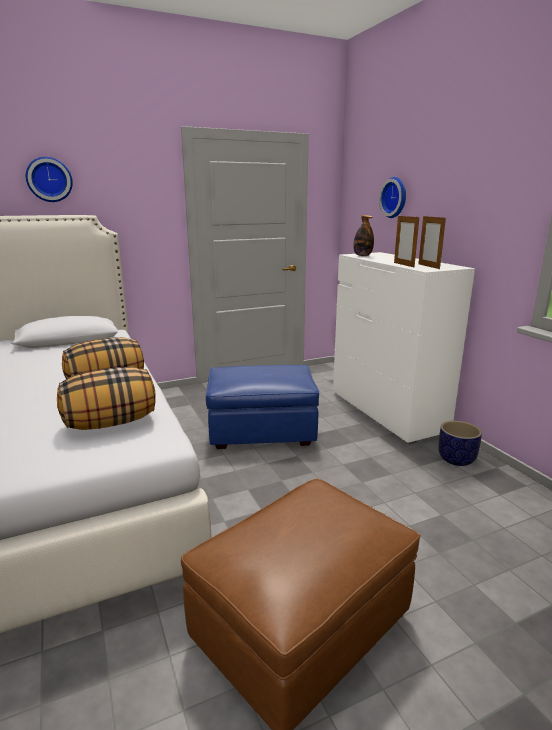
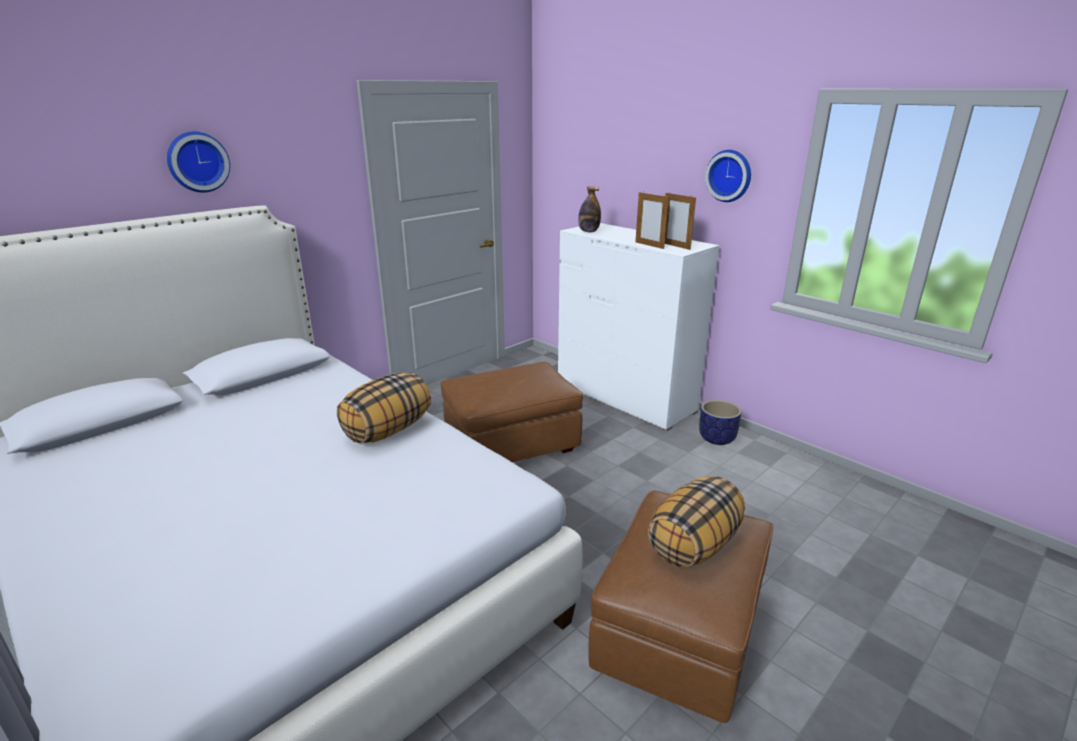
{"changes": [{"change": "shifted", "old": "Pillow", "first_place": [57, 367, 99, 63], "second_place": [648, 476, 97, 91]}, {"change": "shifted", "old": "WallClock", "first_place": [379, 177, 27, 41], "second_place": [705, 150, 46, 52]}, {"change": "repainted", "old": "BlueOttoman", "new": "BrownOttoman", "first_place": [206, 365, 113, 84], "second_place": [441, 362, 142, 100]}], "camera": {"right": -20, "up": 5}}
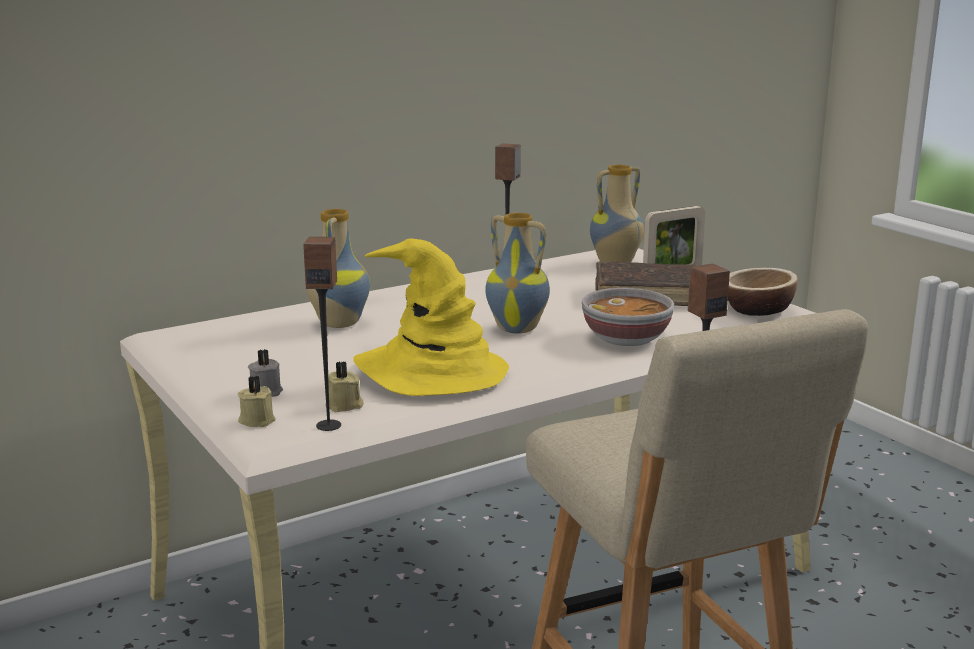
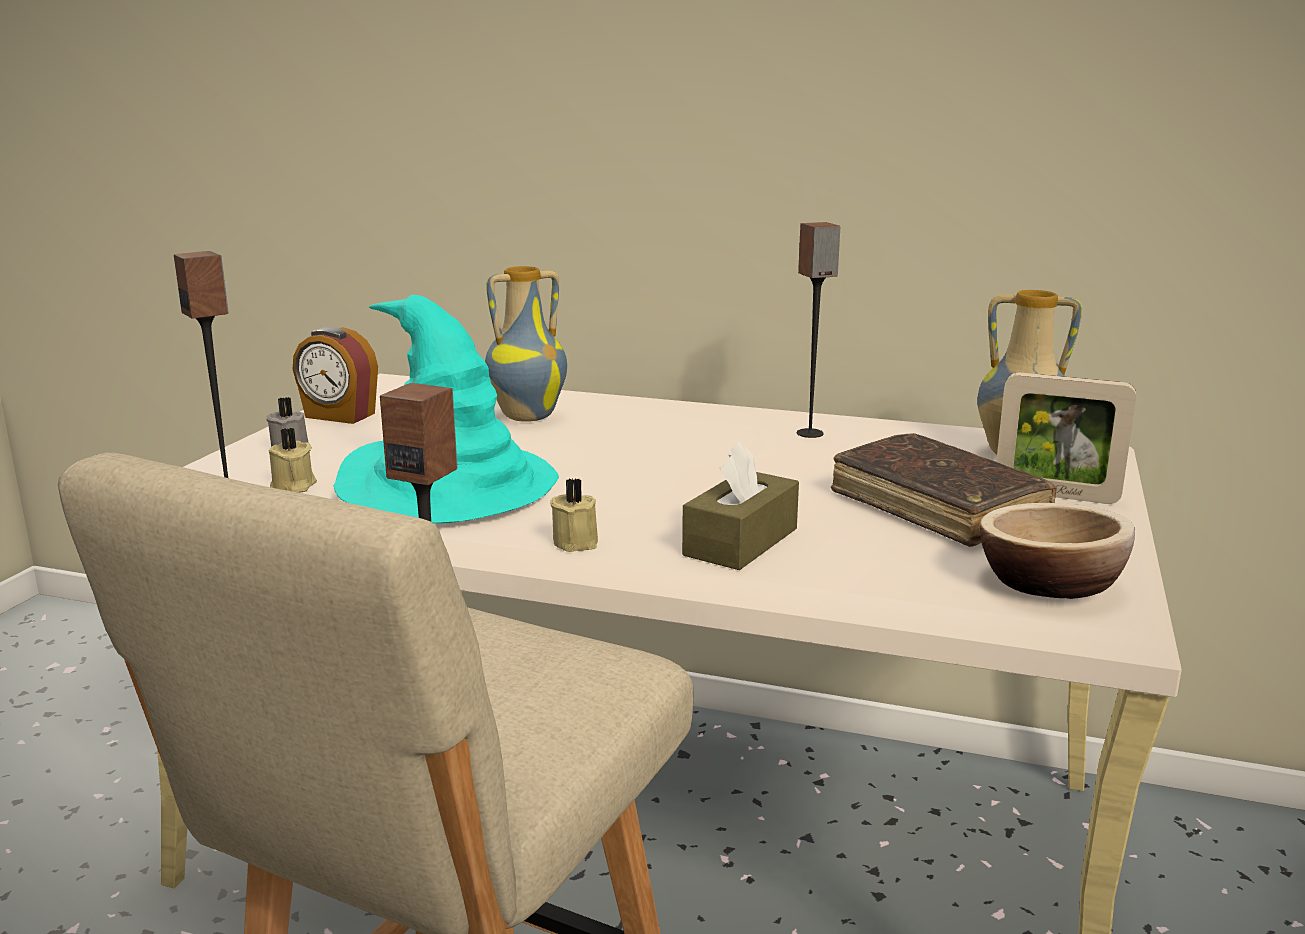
{"changes": [{"change": "gone", "old": "Vase", "first_place": [486, 213, 64, 120]}, {"change": "new", "new": "AlarmClock", "second_place": [293, 327, 85, 97]}, {"change": "shifted", "old": "BeigeCandle", "first_place": [238, 375, 38, 52], "second_place": [550, 478, 48, 74]}, {"change": "swapped", "old": "Bowl", "new": "BrownTissueBox", "first_place": [582, 288, 92, 58], "second_place": [682, 441, 117, 129]}, {"change": "repainted", "old": "YellowHat", "new": "TurquoiseHat", "first_place": [353, 238, 156, 158], "second_place": [334, 295, 225, 228]}], "camera": {"right": 50, "up": 0}}
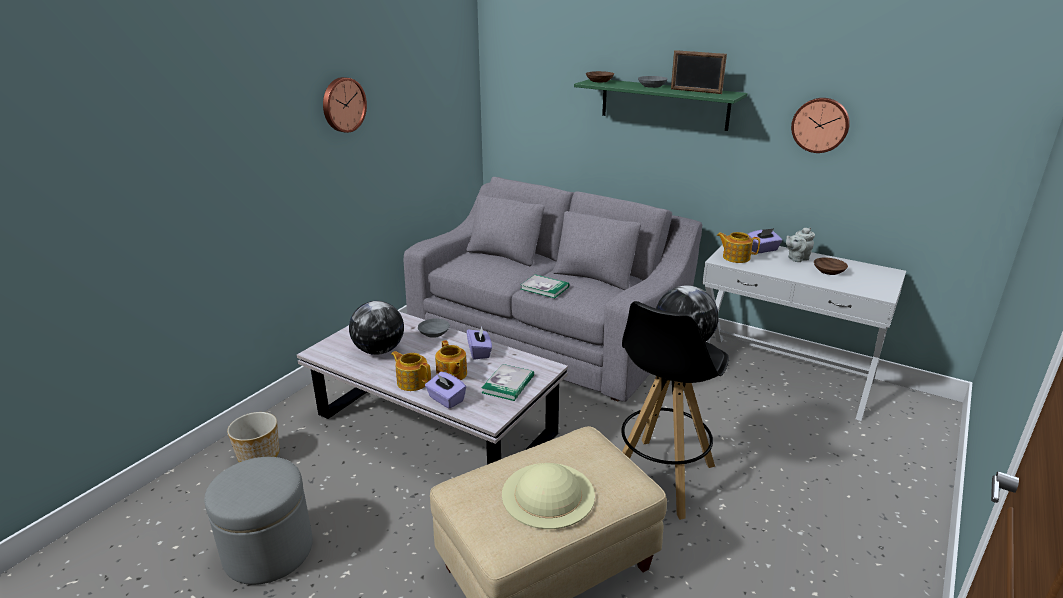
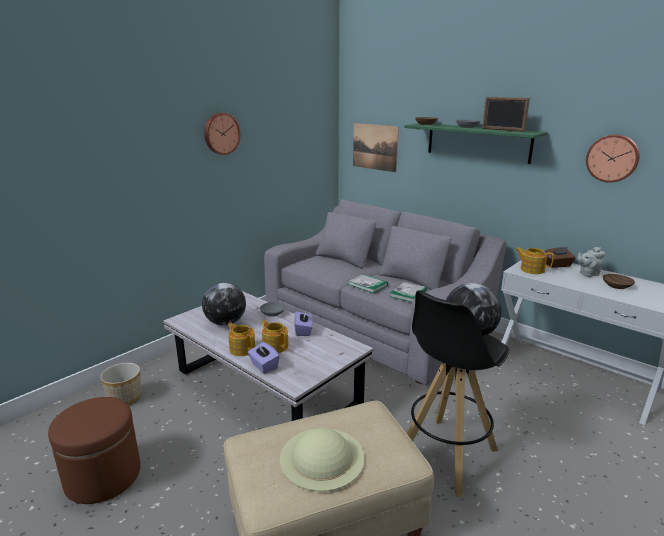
{"changes": [{"change": "new", "new": "Picture", "second_place": [353, 123, 46, 50]}, {"change": "shifted", "old": "Book", "first_place": [482, 364, 52, 37], "second_place": [390, 282, 37, 20]}, {"change": "repainted", "old": "GreyOttoman", "new": "BrownOttoman", "first_place": [204, 457, 109, 128], "second_place": [48, 397, 93, 107]}, {"change": "repainted", "old": "PurpleTissueBox", "new": "BrownTissueBox", "first_place": [748, 228, 34, 25], "second_place": [544, 247, 32, 21]}, {"change": "rotated", "old": "Teapot", "first_place": [435, 340, 32, 40], "second_place": [261, 320, 27, 33], "degrees": 150}], "camera": {"right": 10, "up": -5}}
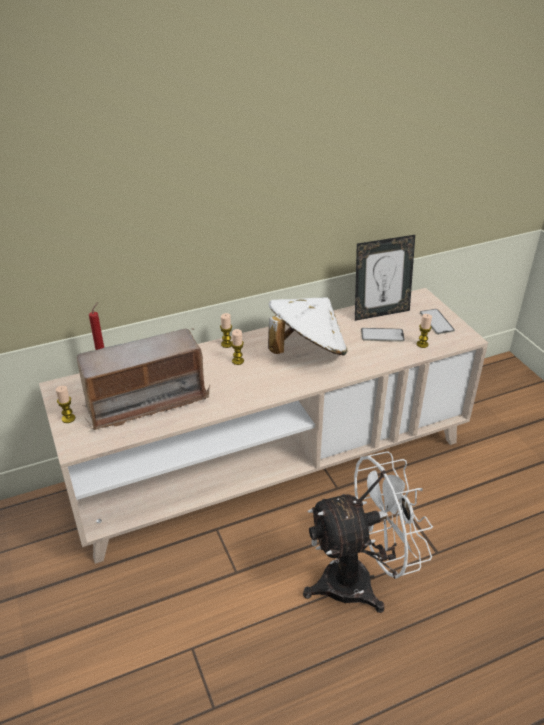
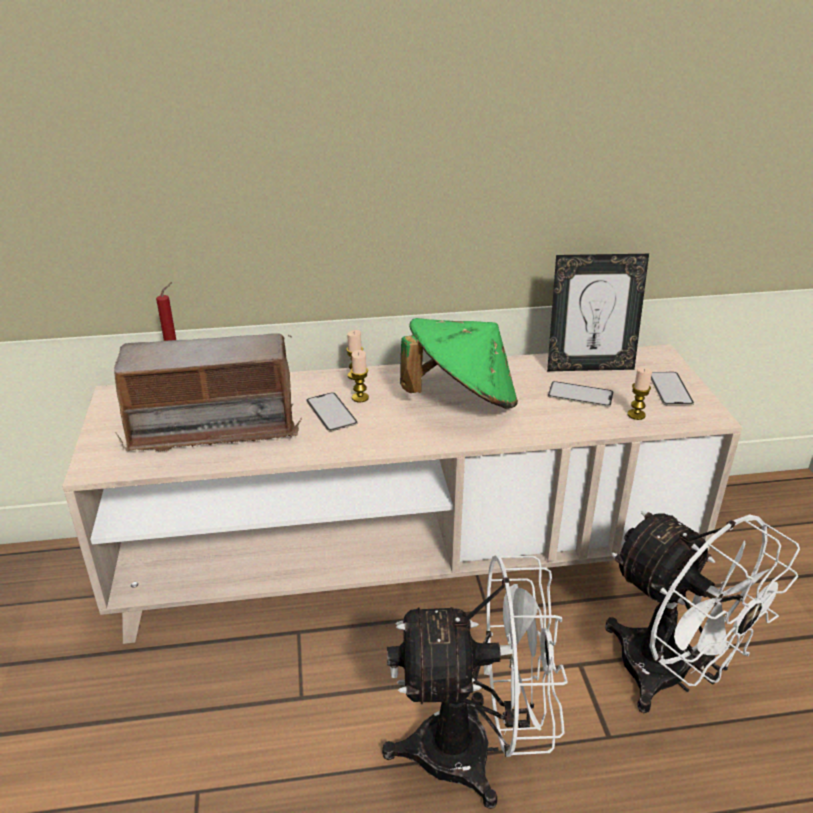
{"changes": [{"change": "gone", "old": "Candle", "first_place": [56, 386, 19, 37]}, {"change": "new", "new": "Phone", "second_place": [306, 392, 52, 40]}, {"change": "new", "new": "WhiteFan", "second_place": [605, 511, 195, 202]}, {"change": "repainted", "old": "WhiteHat", "new": "GreenHat", "first_place": [268, 297, 80, 58], "second_place": [400, 318, 118, 91]}], "camera": {"right": 15, "up": -5}}
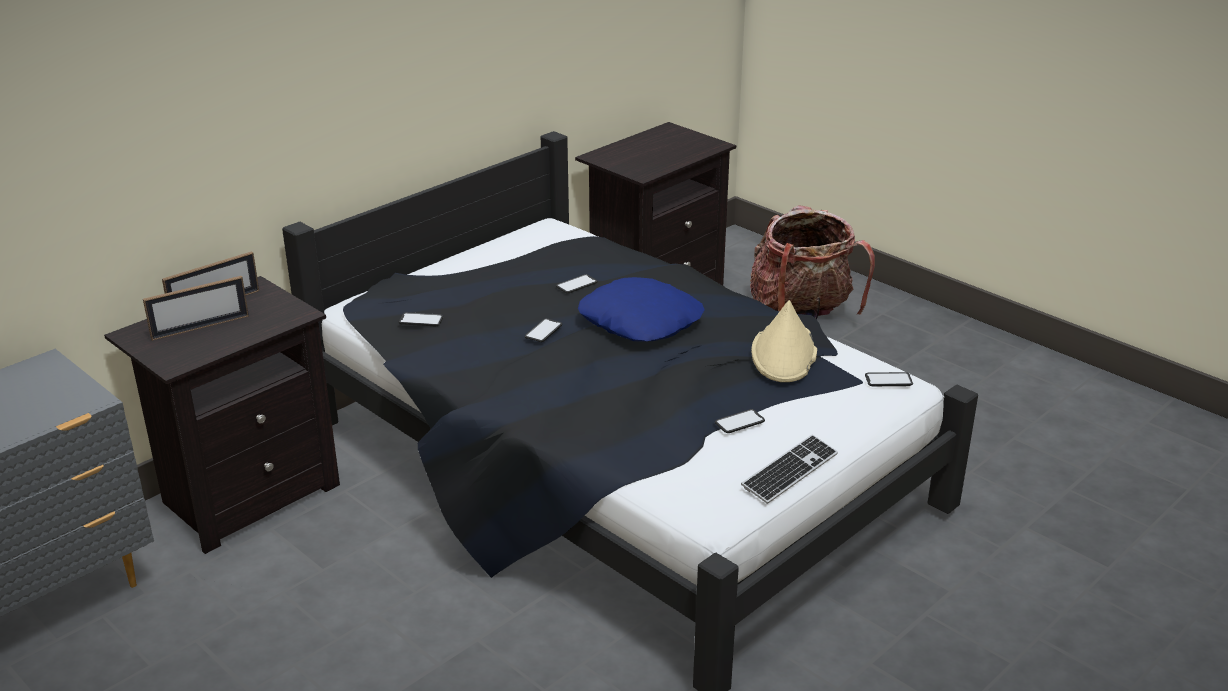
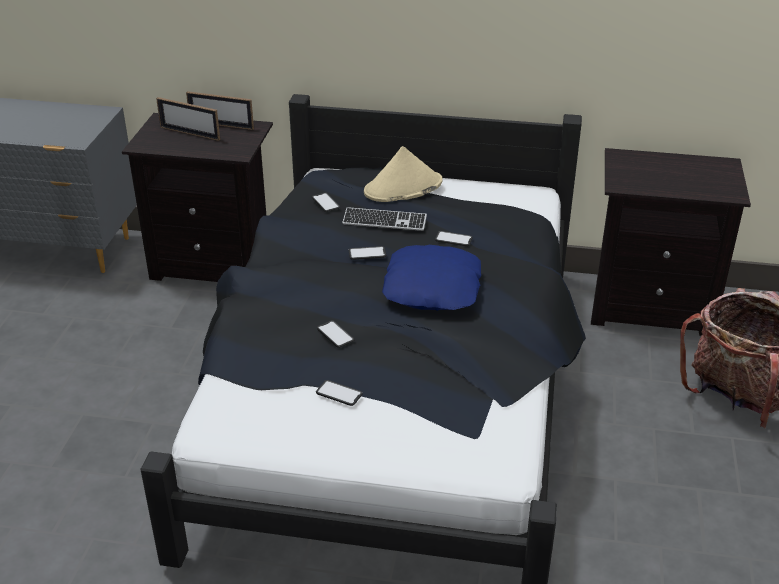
{"changes": [{"change": "shifted", "old": "Keyboard", "first_place": [741, 434, 97, 70], "second_place": [342, 207, 85, 24]}, {"change": "shifted", "old": "BeigeHat", "first_place": [751, 300, 66, 82], "second_place": [364, 146, 79, 56]}, {"change": "shifted", "old": "Phone", "first_place": [865, 372, 48, 14], "second_place": [317, 320, 37, 28]}], "camera": {"right": 55, "up": 5}}
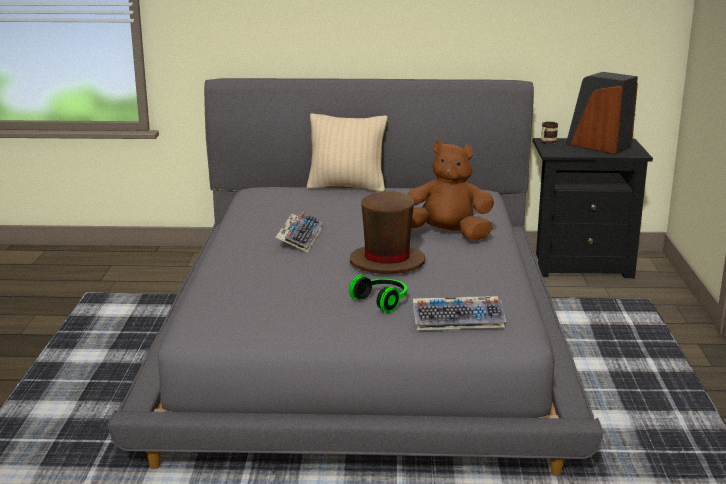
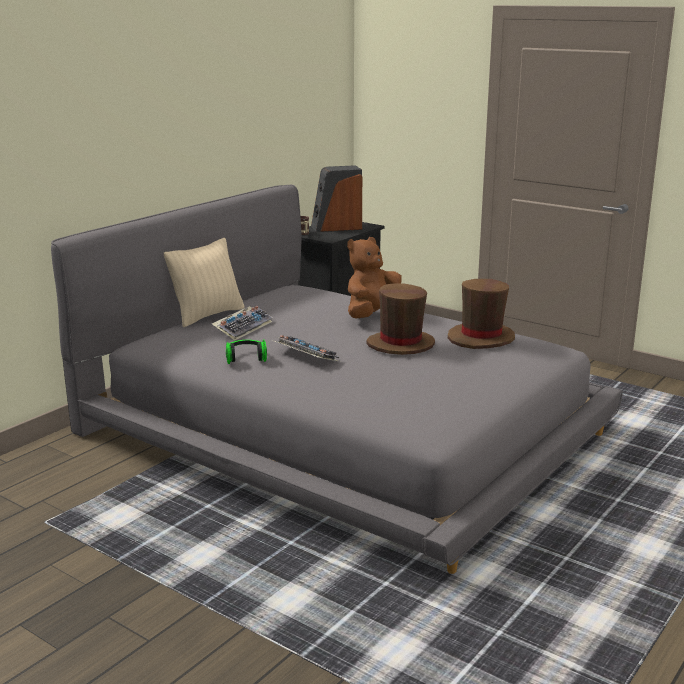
{"changes": [{"change": "new", "new": "BrownHat", "second_place": [448, 279, 67, 70]}, {"change": "shifted", "old": "Headphones", "first_place": [349, 275, 58, 38], "second_place": [226, 340, 41, 24]}, {"change": "shifted", "old": "Keyboard", "first_place": [413, 296, 93, 34], "second_place": [212, 306, 61, 35]}], "camera": {"right": -55, "up": 0}}
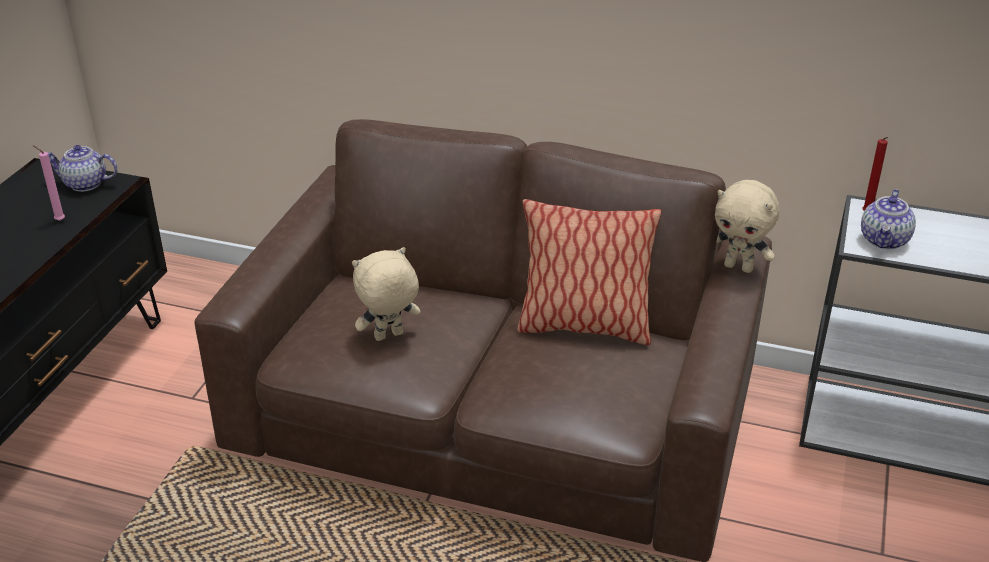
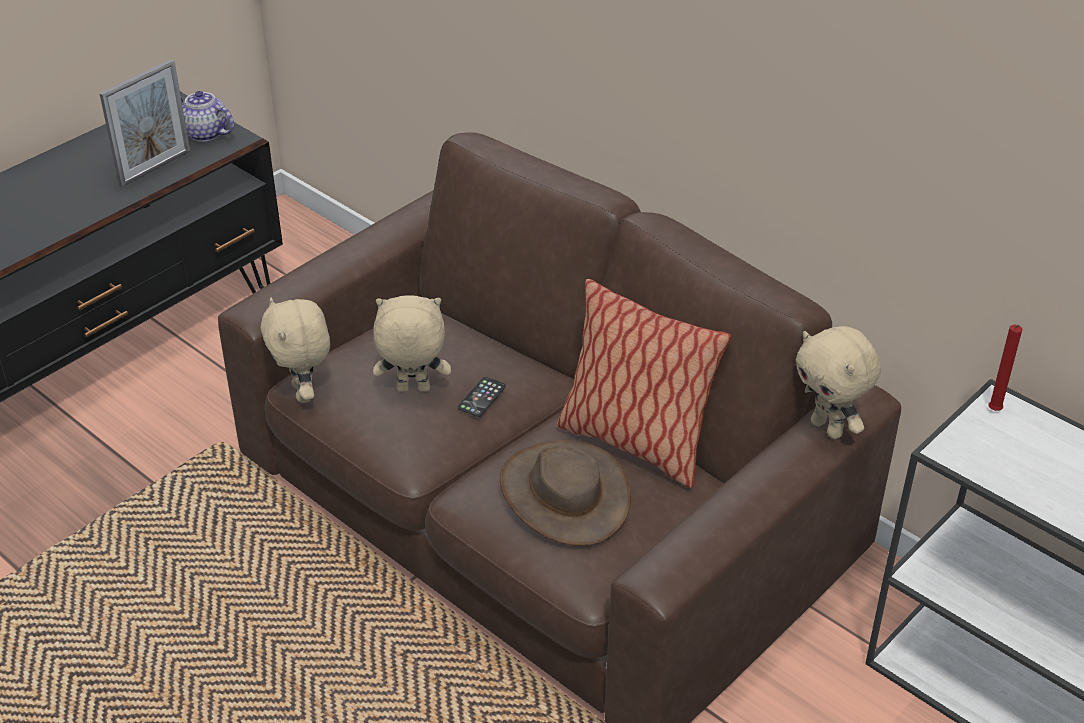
{"changes": [{"change": "gone", "old": "Teapot", "first_place": [861, 189, 55, 60]}, {"change": "new", "new": "BeigePlushToy", "second_place": [261, 297, 69, 106]}, {"change": "new", "new": "Phone", "second_place": [458, 377, 48, 40]}, {"change": "new", "new": "BrownHat", "second_place": [500, 440, 131, 106]}, {"change": "swapped", "old": "PinkCandle", "new": "PictureFrame", "first_place": [33, 145, 32, 76], "second_place": [99, 59, 91, 128]}], "camera": {"right": 25, "up": 5}}
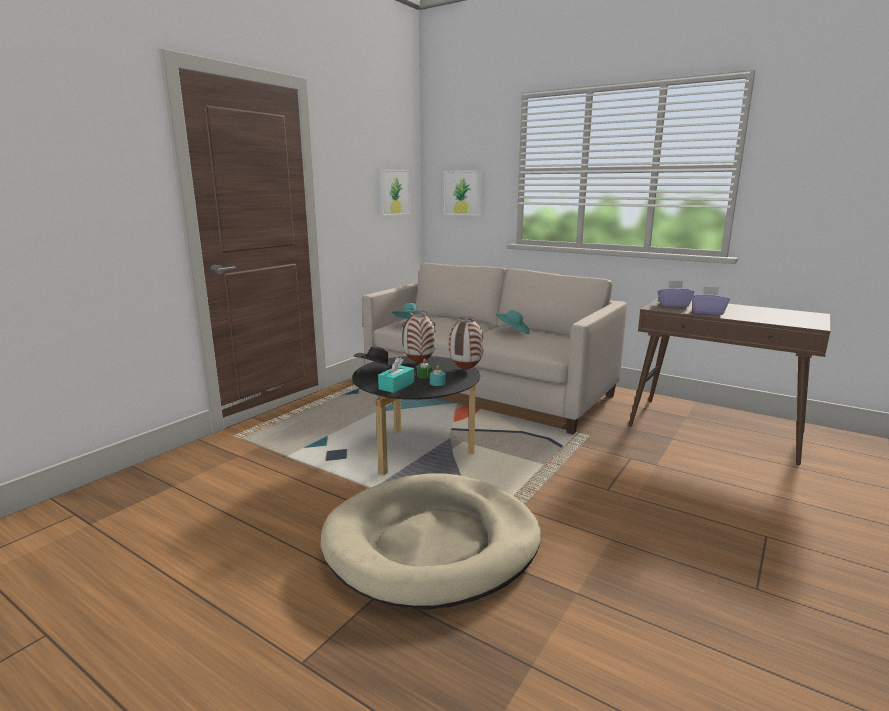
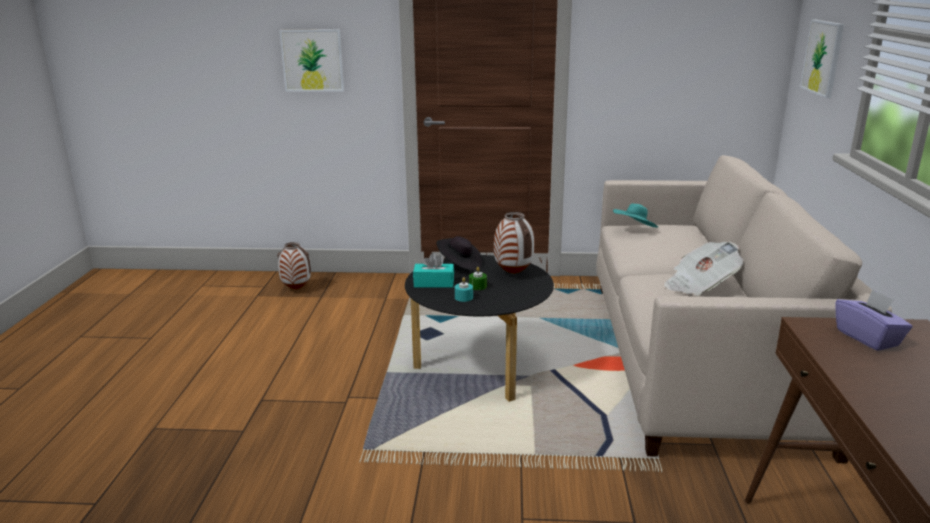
{"changes": [{"change": "gone", "old": "BeigeDogBed", "first_place": [321, 473, 220, 137]}, {"change": "gone", "old": "PurpleTissueBox", "first_place": [692, 286, 38, 29]}, {"change": "shifted", "old": "Picture", "first_place": [379, 169, 31, 47], "second_place": [279, 29, 65, 62]}, {"change": "shifted", "old": "Vase", "first_place": [449, 316, 35, 54], "second_place": [277, 242, 34, 48]}, {"change": "swapped", "old": "TurquoiseHat", "new": "Newspaper", "first_place": [496, 310, 34, 24], "second_place": [664, 242, 80, 54]}], "camera": {"right": 60, "up": 5}}
